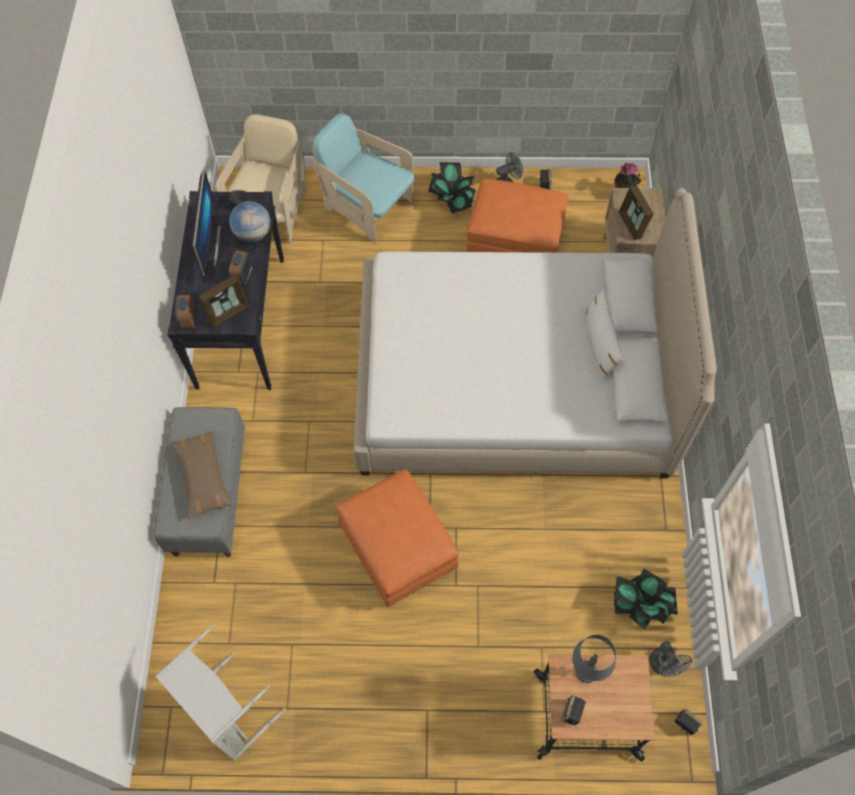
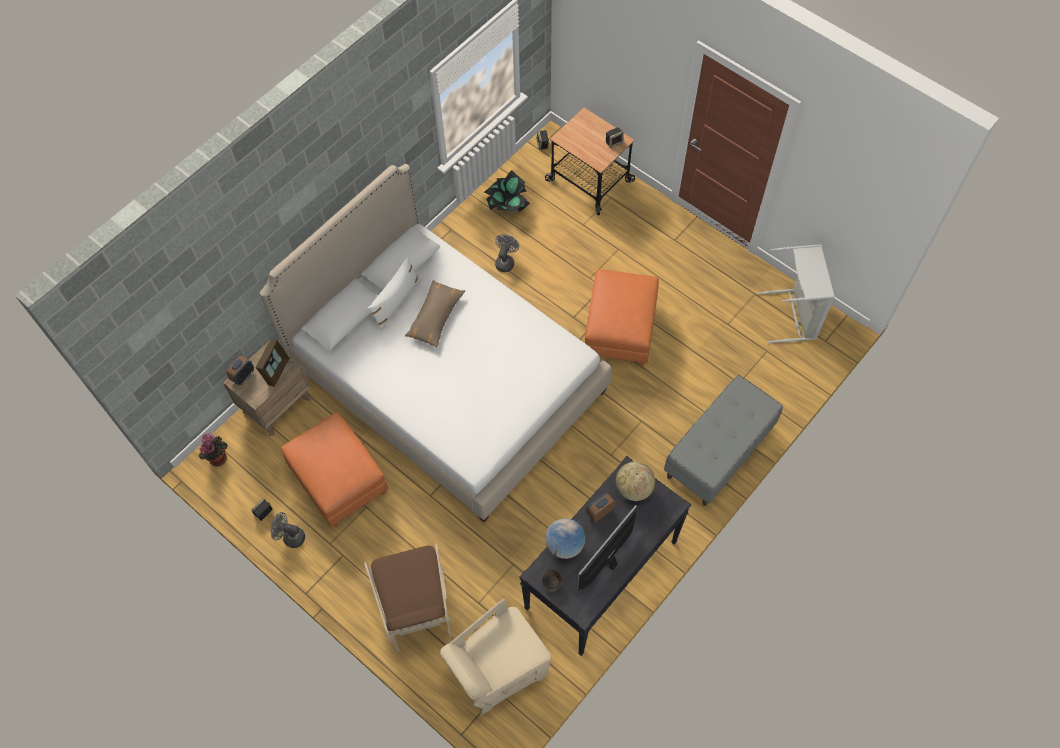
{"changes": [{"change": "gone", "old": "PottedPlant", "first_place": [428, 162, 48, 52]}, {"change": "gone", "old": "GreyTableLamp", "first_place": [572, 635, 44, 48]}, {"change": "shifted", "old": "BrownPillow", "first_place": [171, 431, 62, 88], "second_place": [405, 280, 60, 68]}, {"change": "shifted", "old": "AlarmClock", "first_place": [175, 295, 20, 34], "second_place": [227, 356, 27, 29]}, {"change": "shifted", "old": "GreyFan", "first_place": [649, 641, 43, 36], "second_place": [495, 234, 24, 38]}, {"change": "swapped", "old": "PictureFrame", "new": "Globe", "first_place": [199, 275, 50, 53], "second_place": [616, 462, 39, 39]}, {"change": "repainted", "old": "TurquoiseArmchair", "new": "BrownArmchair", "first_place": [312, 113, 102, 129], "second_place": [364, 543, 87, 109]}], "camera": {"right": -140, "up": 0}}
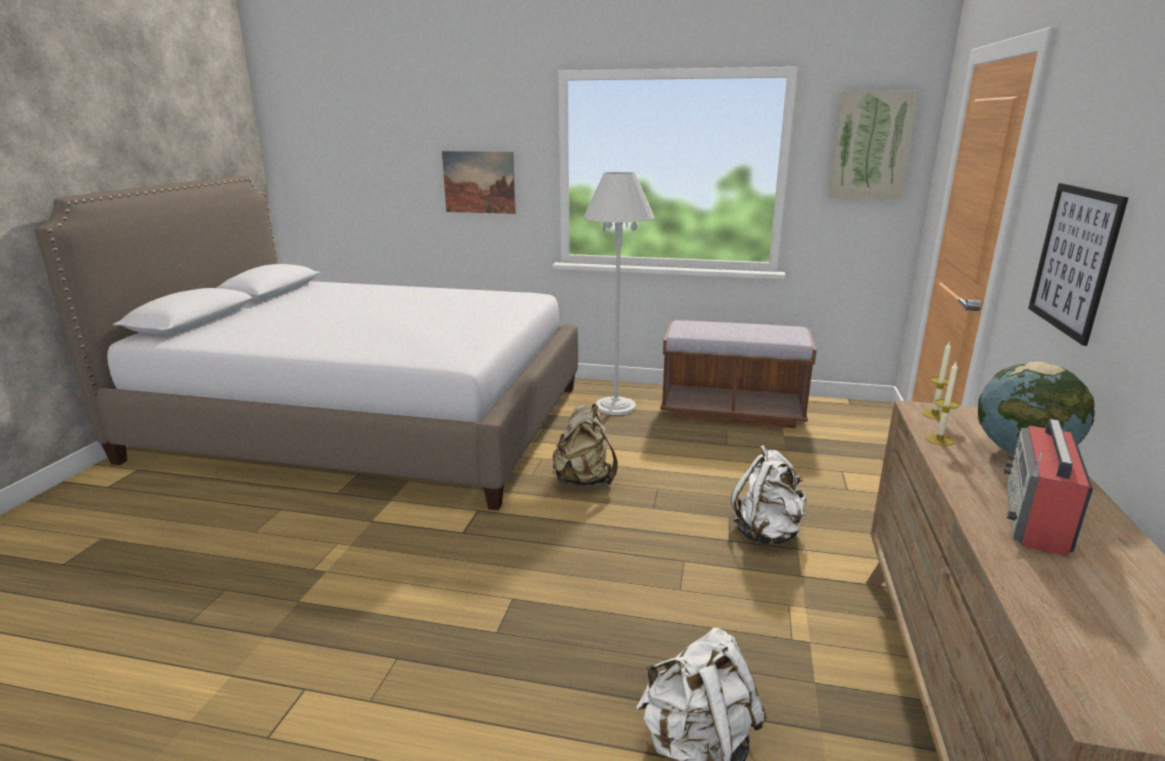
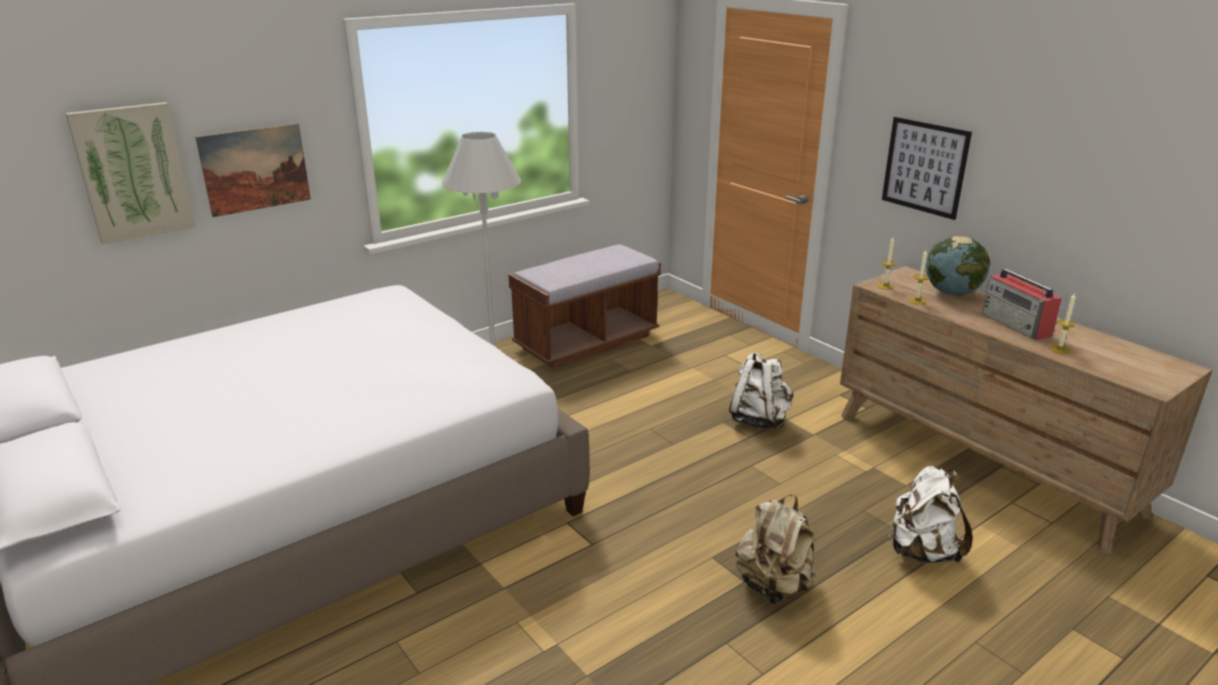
{"changes": [{"change": "new", "new": "Candle", "second_place": [1049, 292, 27, 62]}, {"change": "shifted", "old": "BeigeBackpack", "first_place": [552, 404, 66, 82], "second_place": [736, 495, 80, 109]}, {"change": "shifted", "old": "Picture", "first_place": [828, 91, 91, 109], "second_place": [66, 102, 129, 142]}], "camera": {"right": -50, "up": 5}}
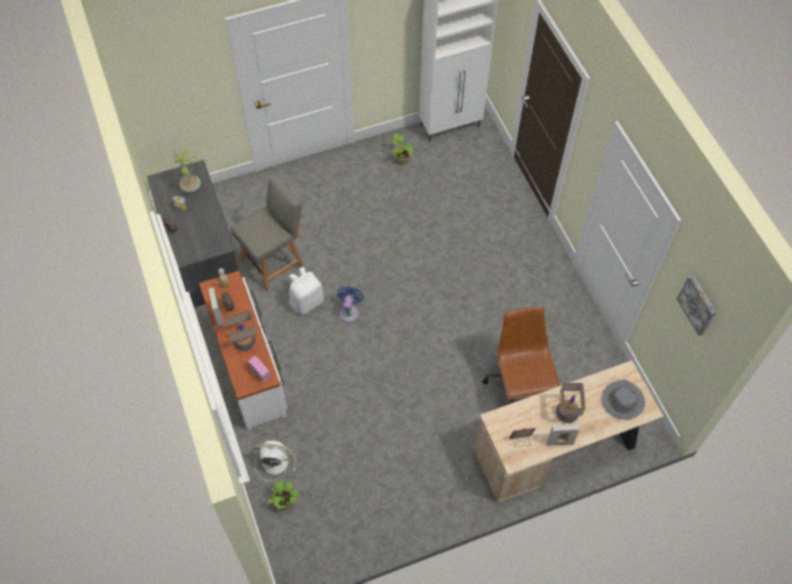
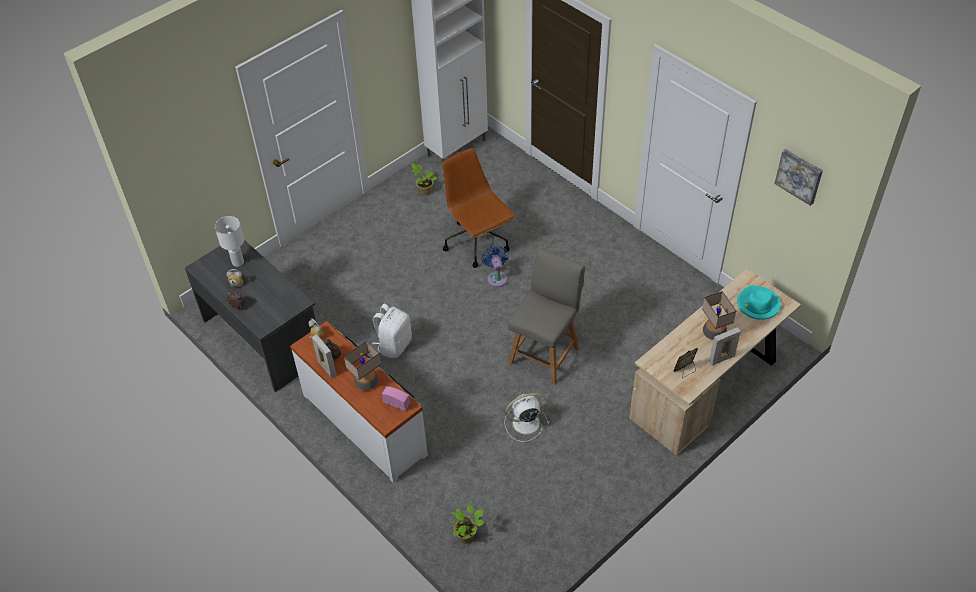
{"changes": [{"change": "shifted", "old": "GreyChair", "first_place": [231, 174, 74, 118], "second_place": [508, 248, 77, 137]}, {"change": "shifted", "old": "WhiteFan", "first_place": [252, 441, 43, 40], "second_place": [504, 393, 46, 49]}, {"change": "shifted", "old": "BlueFan", "first_place": [337, 286, 27, 37], "second_place": [482, 246, 27, 41]}, {"change": "shifted", "old": "BrownOfficeChair", "first_place": [482, 307, 78, 97], "second_place": [442, 148, 73, 120]}, {"change": "swapped", "old": "PottedPlant", "new": "WhiteTableLamp", "first_place": [173, 150, 28, 43], "second_place": [215, 216, 29, 51]}, {"change": "repainted", "old": "GreyHat", "new": "TurquoiseHat", "first_place": [602, 379, 43, 41], "second_place": [737, 285, 44, 35]}], "camera": {"right": -20, "up": -10}}
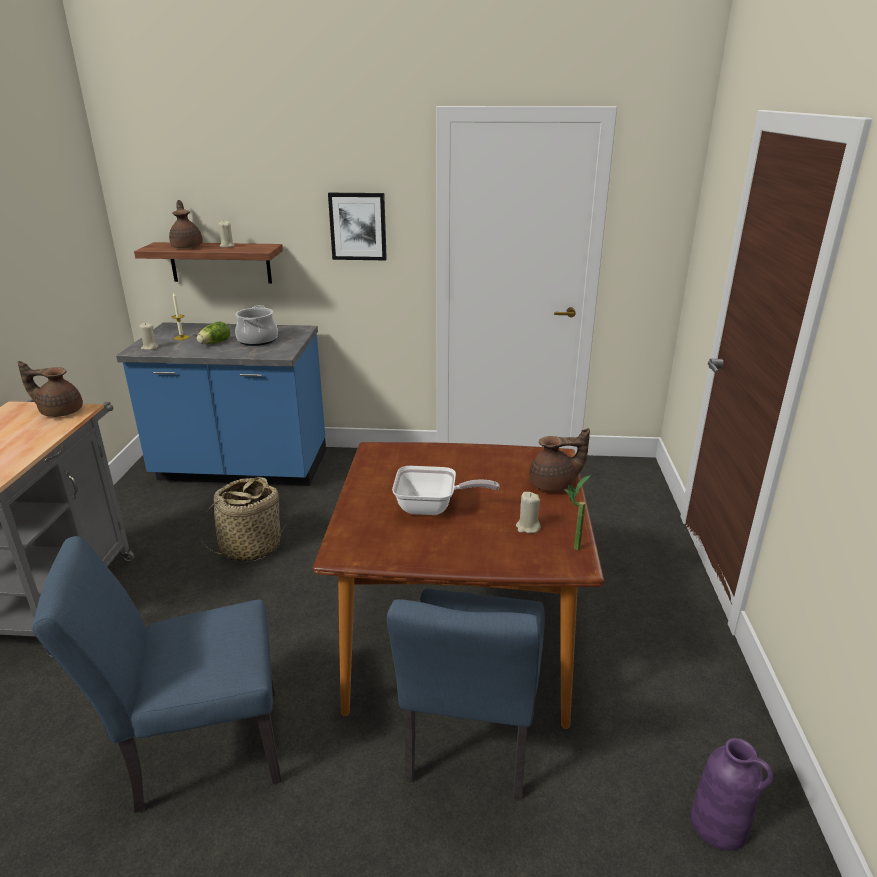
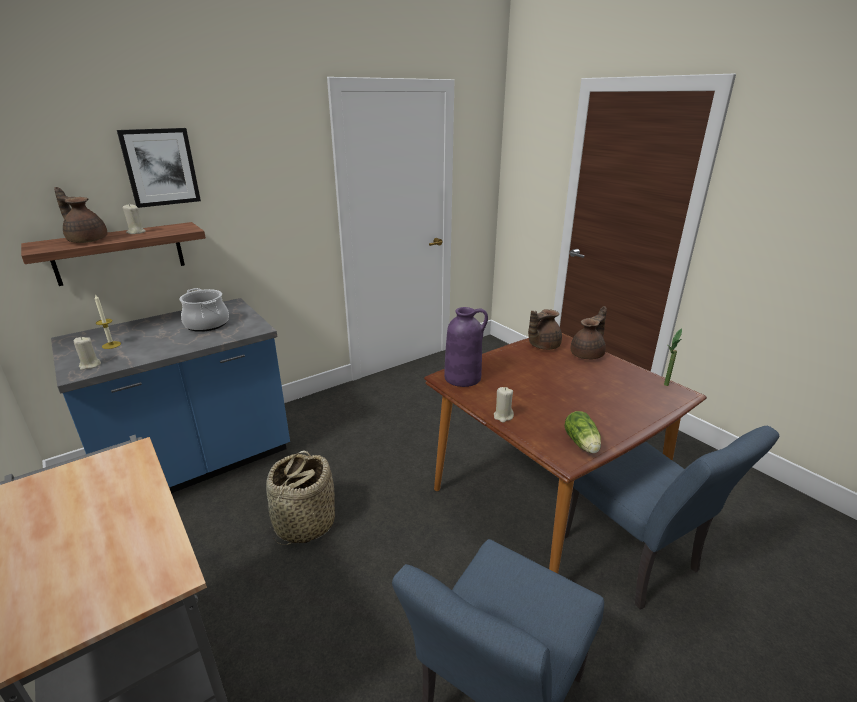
{"changes": [{"change": "gone", "old": "FryingPan", "first_place": [392, 466, 107, 49]}, {"change": "shifted", "old": "BrownTeapot", "first_place": [17, 361, 66, 56], "second_place": [528, 309, 34, 41]}, {"change": "shifted", "old": "Lettuce", "first_place": [197, 322, 33, 22], "second_place": [564, 411, 37, 42]}, {"change": "shifted", "old": "Picture", "first_place": [328, 193, 59, 67], "second_place": [117, 128, 84, 80]}, {"change": "shifted", "old": "BeigeCandle", "first_place": [516, 492, 25, 41], "second_place": [494, 387, 20, 35]}, {"change": "shifted", "old": "PurpleVase", "first_place": [691, 738, 82, 113], "second_place": [444, 307, 44, 80]}], "camera": {"right": -40, "up": 0}}
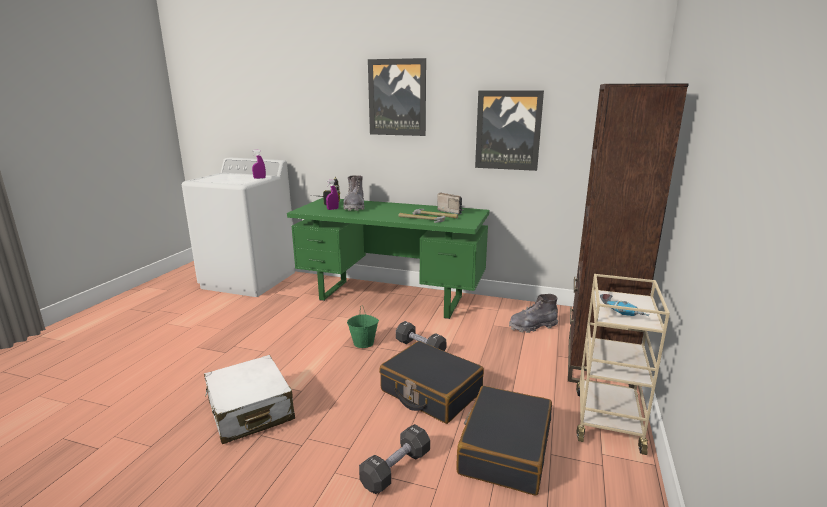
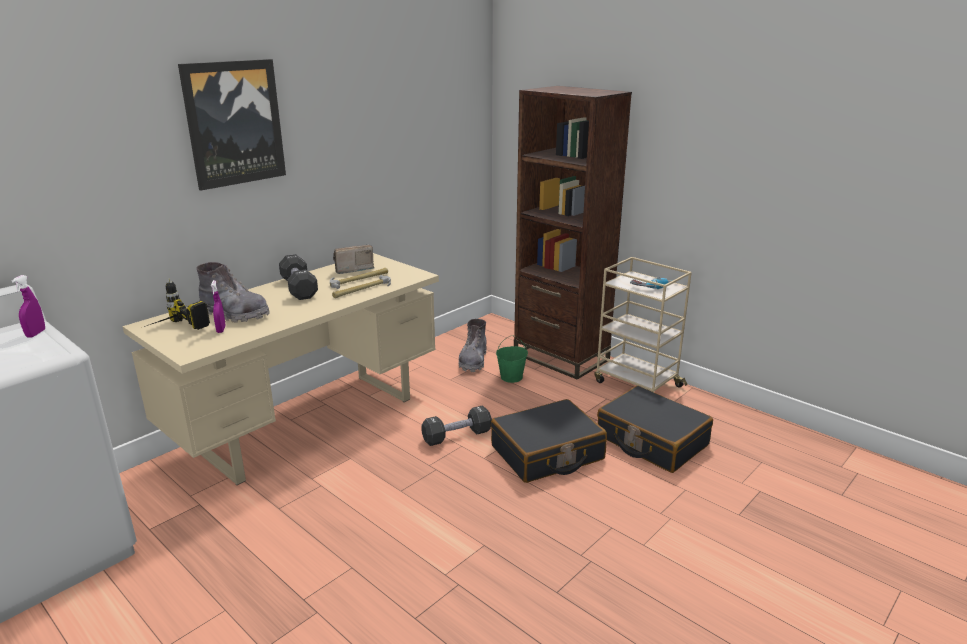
{"changes": [{"change": "gone", "old": "WhiteSuitcase", "first_place": [204, 355, 91, 89]}, {"change": "gone", "old": "Picture", "first_place": [475, 91, 69, 80]}, {"change": "shifted", "old": "GreenBucket", "first_place": [347, 305, 32, 43], "second_place": [496, 335, 32, 48]}, {"change": "shifted", "old": "BlackDumbbell", "first_place": [359, 424, 71, 70], "second_place": [279, 254, 39, 46]}, {"change": "repainted", "old": "GreenDesk", "new": "BeigeDesk", "first_place": [287, 198, 202, 121], "second_place": [122, 253, 317, 232]}], "camera": {"right": -65, "up": 5}}
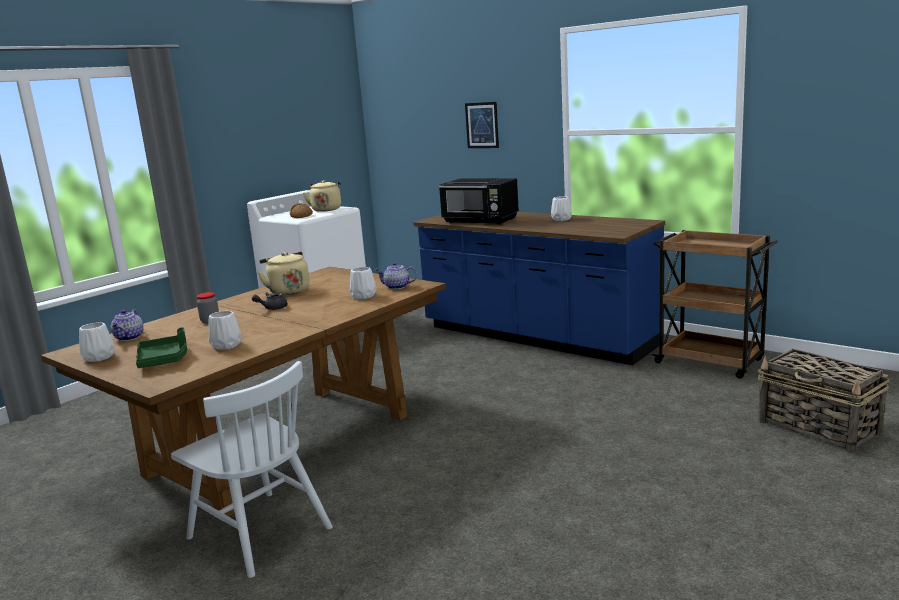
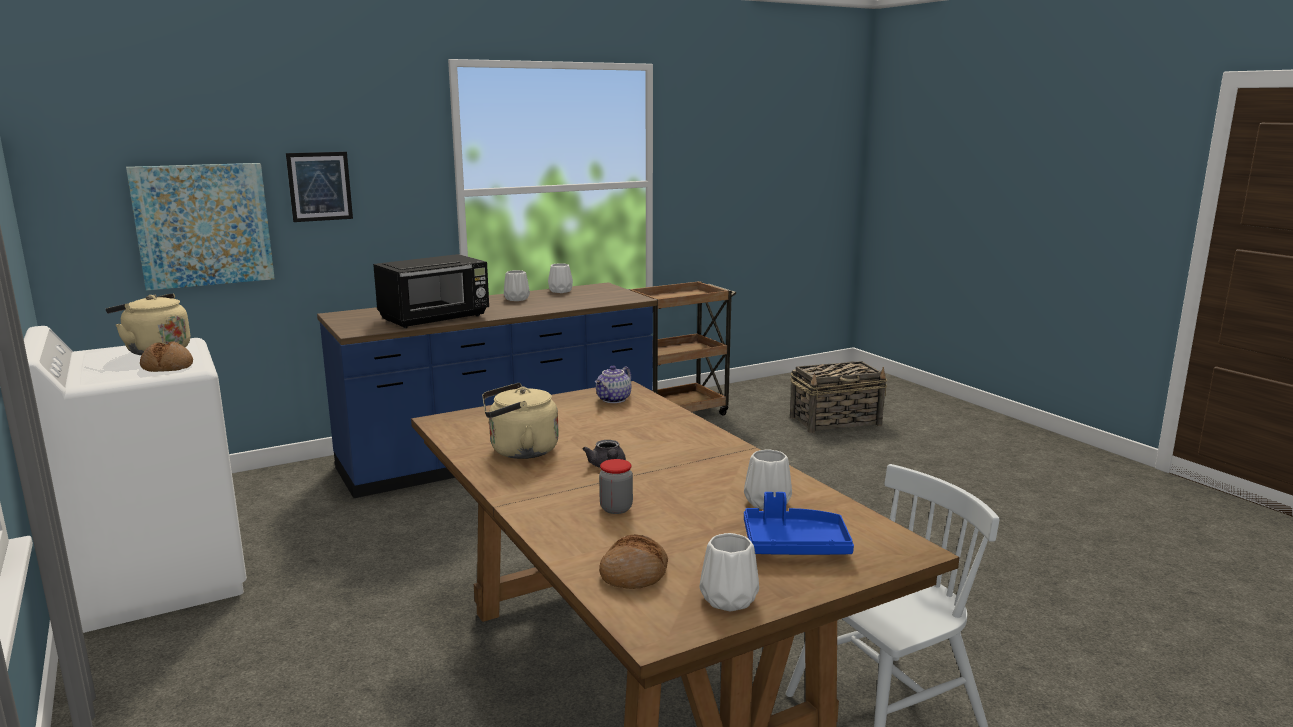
{"changes": [{"change": "new", "new": "Picture", "second_place": [126, 163, 149, 128]}, {"change": "shifted", "old": "WhiteVase", "first_place": [350, 267, 26, 32], "second_place": [548, 263, 25, 30]}, {"change": "swapped", "old": "Teapot", "new": "Bread", "first_place": [111, 309, 33, 32], "second_place": [599, 534, 69, 55]}, {"change": "repainted", "old": "GreenTray", "new": "BlueTray", "first_place": [136, 327, 51, 41], "second_place": [744, 492, 110, 63]}], "camera": {"right": -70, "up": 0}}
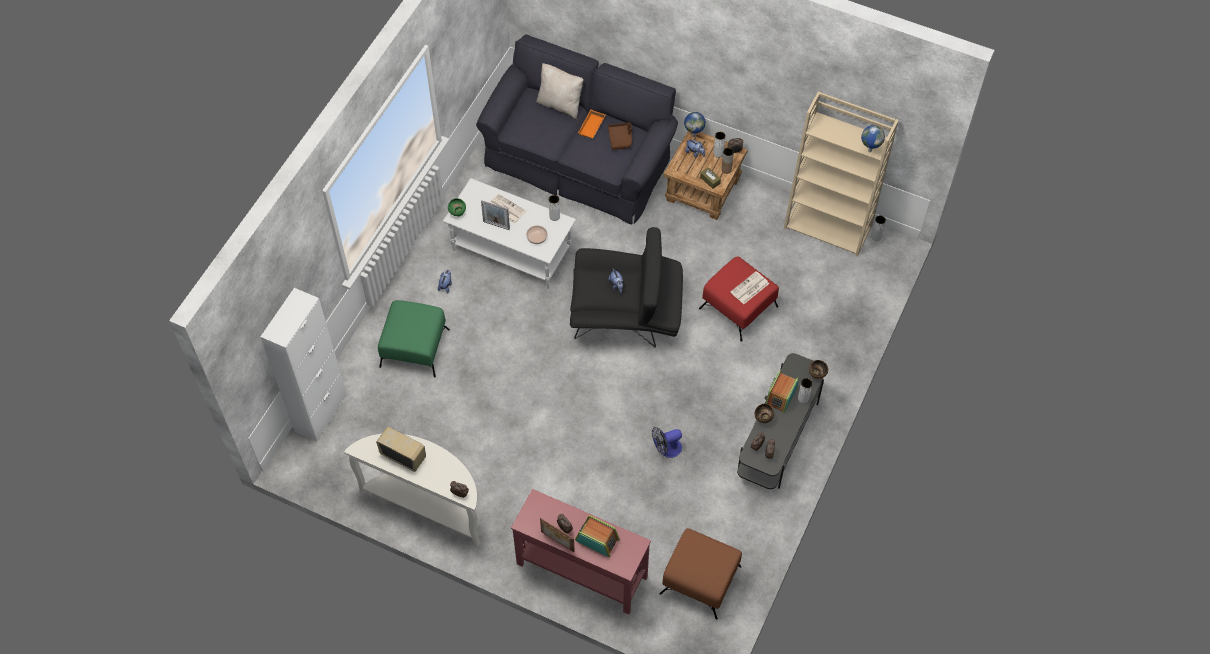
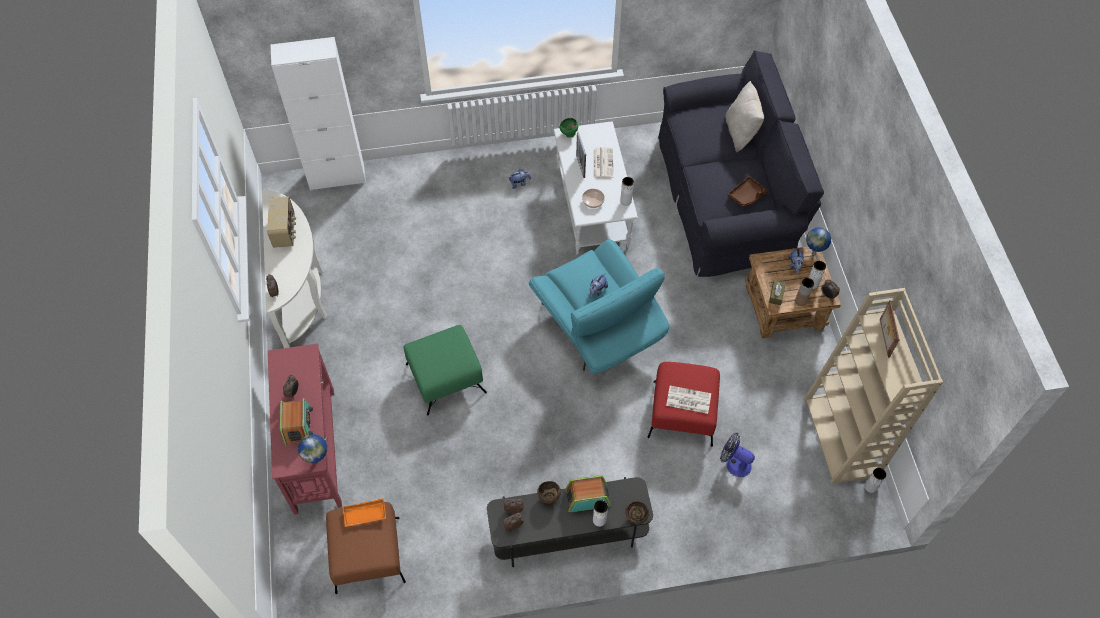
{"changes": [{"change": "shifted", "old": "GreenOttoman", "first_place": [378, 300, 72, 78], "second_place": [403, 325, 84, 91]}, {"change": "shifted", "old": "PictureFrame", "first_place": [540, 518, 35, 34], "second_place": [880, 300, 20, 58]}, {"change": "shifted", "old": "OrangeTray", "first_place": [578, 110, 27, 28], "second_place": [343, 498, 43, 29]}, {"change": "shifted", "old": "Fan", "first_place": [652, 427, 30, 31], "second_place": [720, 433, 35, 44]}, {"change": "shifted", "old": "Globe", "first_place": [861, 125, 24, 27], "second_place": [298, 434, 29, 29]}, {"change": "repainted", "old": "BlackArmchair", "new": "TurquoiseArmchair", "first_place": [570, 227, 113, 120], "second_place": [528, 239, 142, 135]}], "camera": {"right": 55, "up": 0}}
